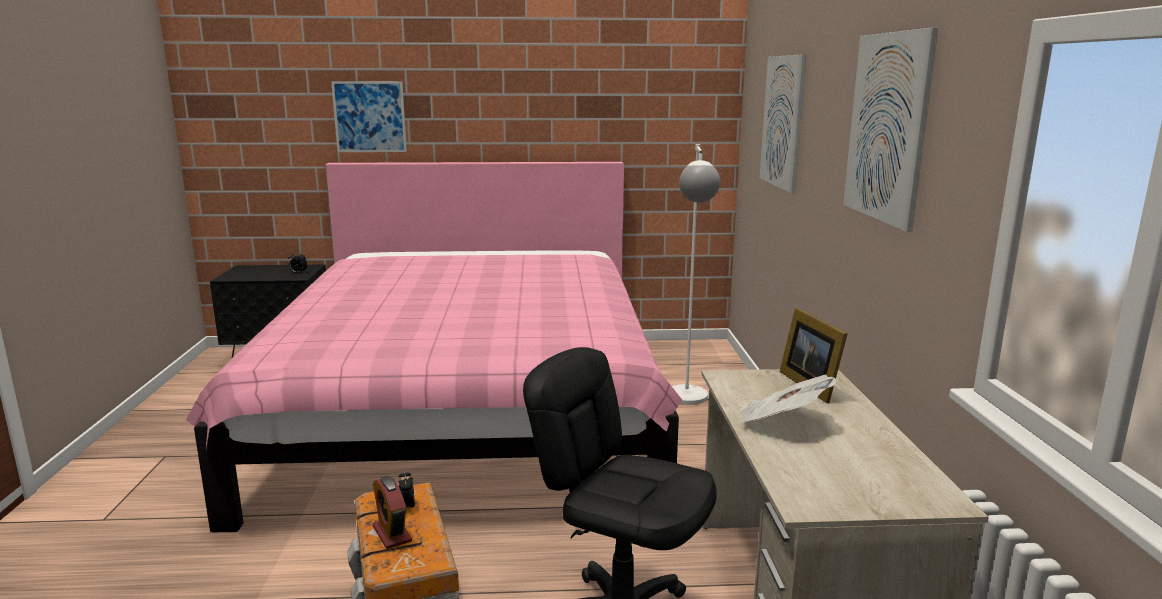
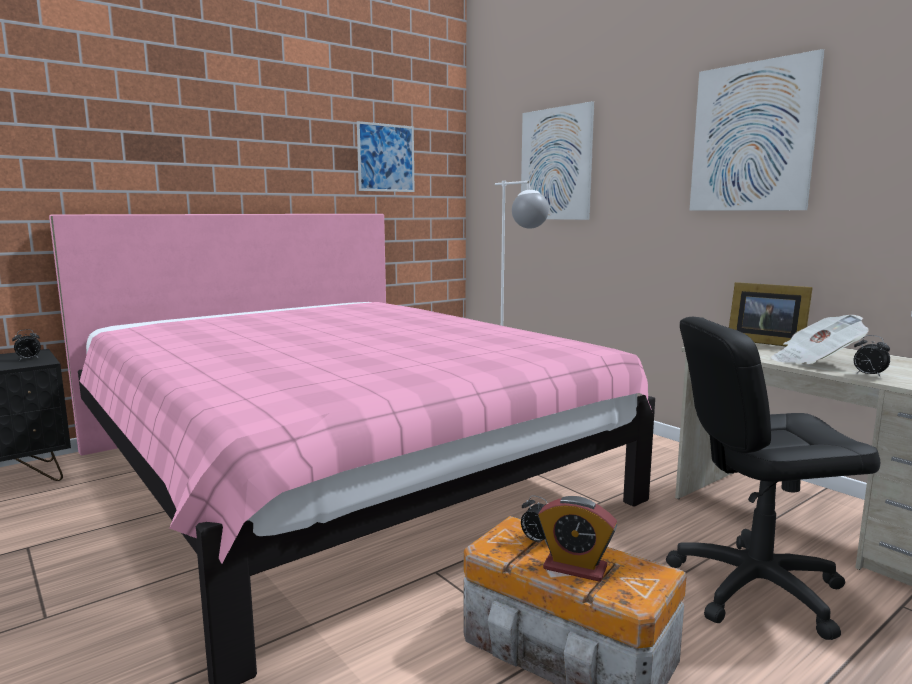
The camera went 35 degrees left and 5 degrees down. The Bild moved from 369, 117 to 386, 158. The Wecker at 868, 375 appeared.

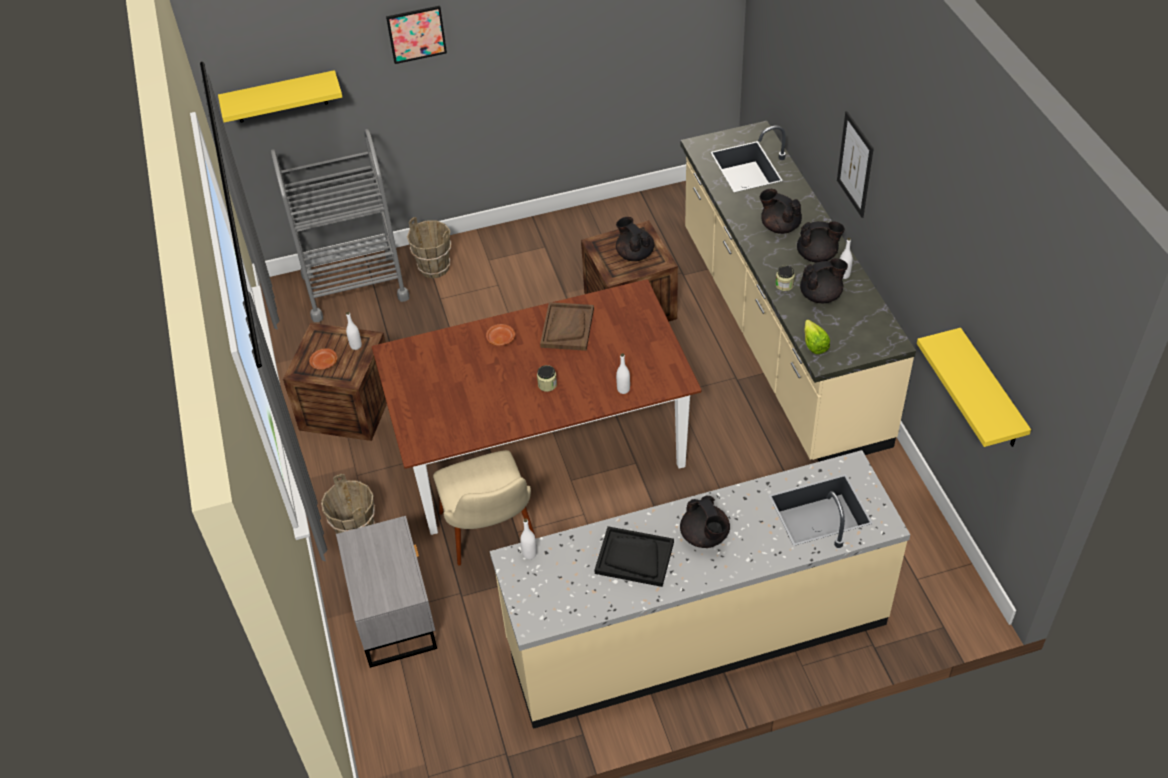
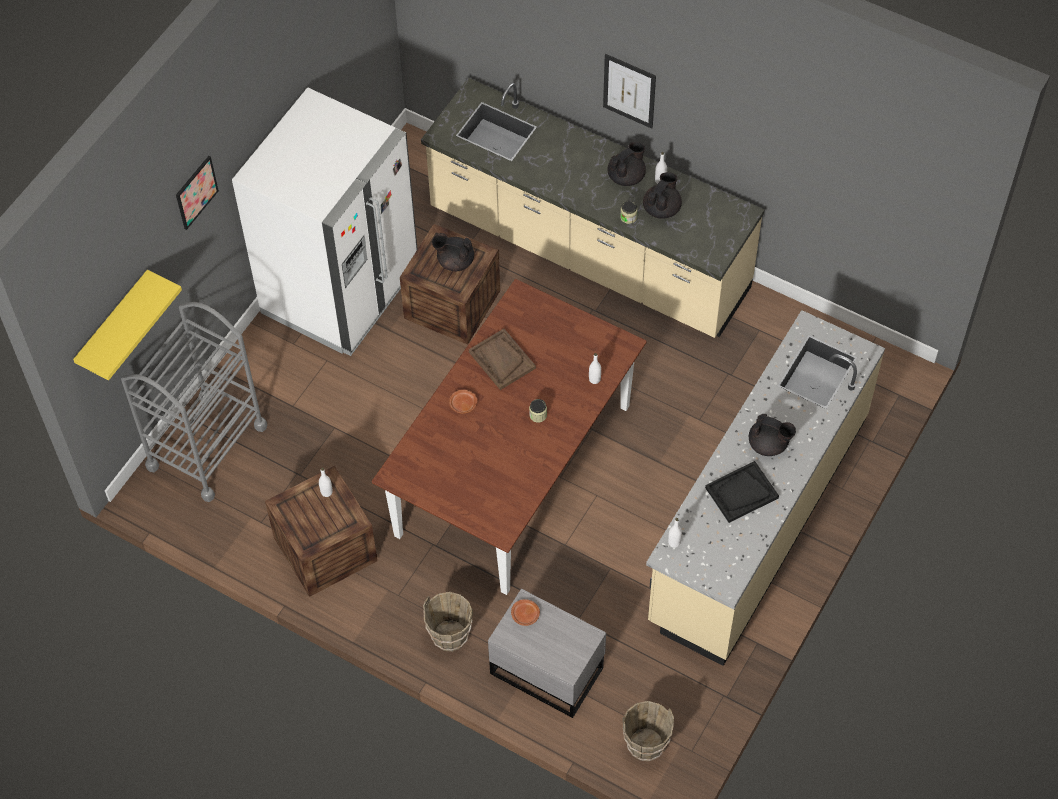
The camera went 45 degrees left and 10 degrees up. The Teekanne (schwarz) at 779, 226 disappeared. The Eimer (braun) moved from 434, 268 to 646, 745. The Salatkopf at 813, 342 disappeared. The Wandregal (gelb) at 990, 391 disappeared. The Teller (braun) moved from 324, 363 to 525, 615. The Stuhl (beige) at 492, 540 disappeared. The Kühlschrank (weiß) at 340, 291 appeared.

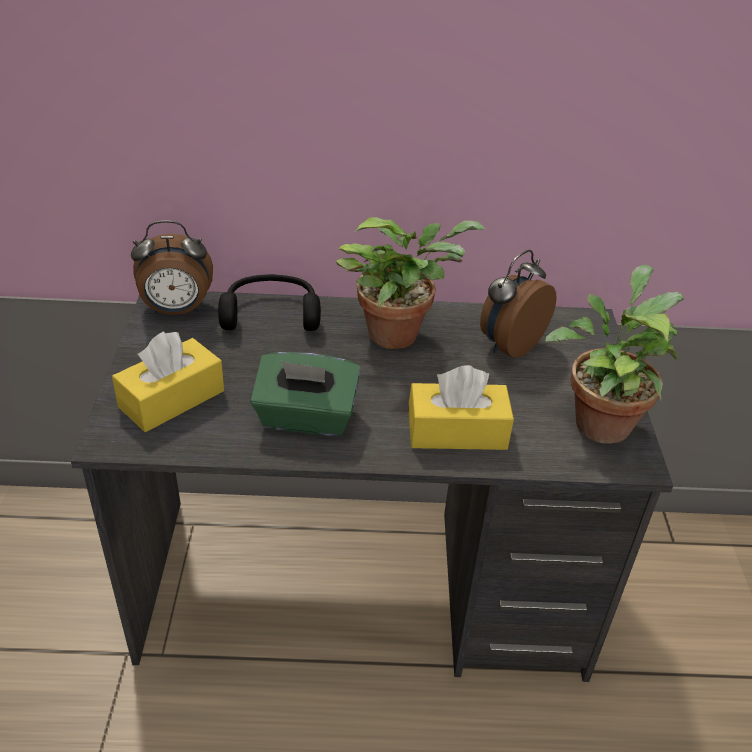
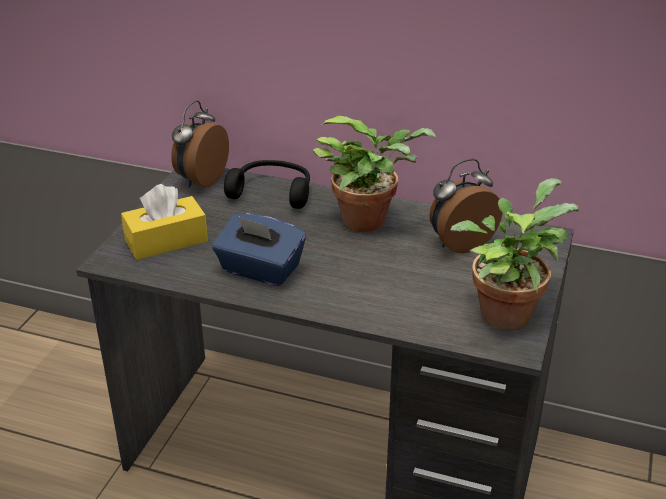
The camera went 20 degrees right and 5 degrees down. The Wecker at 177, 311 turned 105 degrees clockwise. The Taschentuchbox (grün) at 306, 418 became the Taschentuchbox (blau) at 260, 270. The Taschentuchbox (gelb) at 457, 431 disappeared.

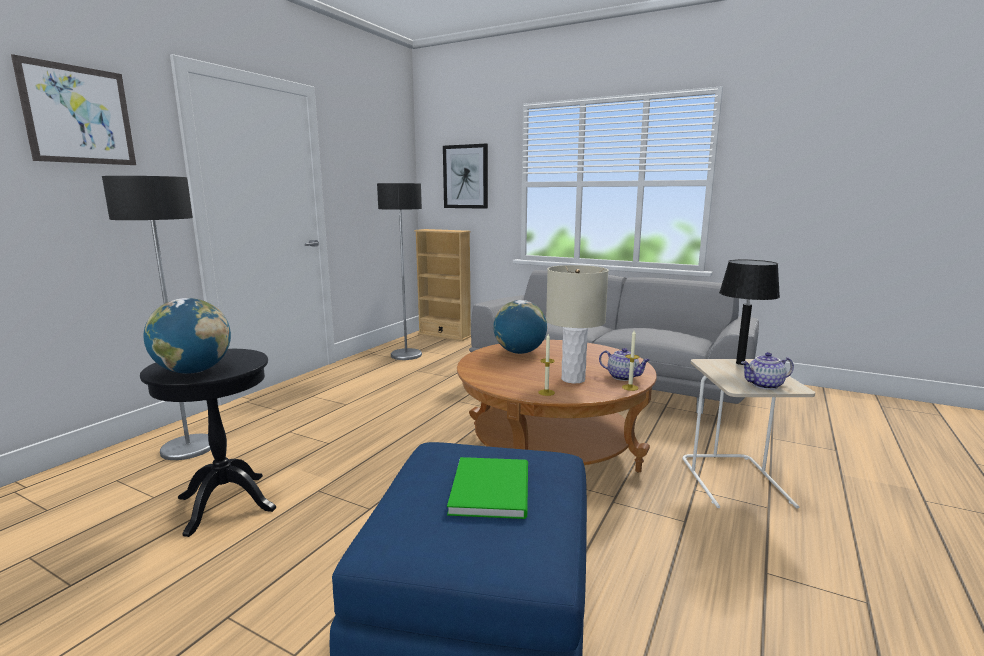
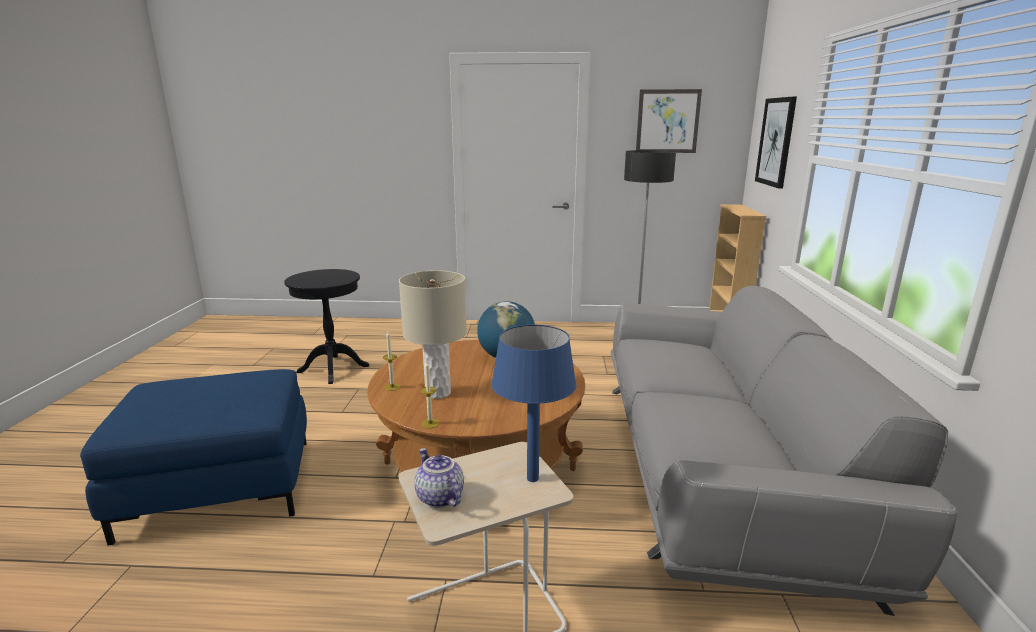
The camera went 65 degrees right and 5 degrees up. The Bild moved from 78, 115 to 668, 121. The Stehlampe at 188, 448 disappeared. The Tischlampe (schwarz) at 739, 363 became the Tischlampe (blau) at 533, 478. The Globus at 193, 371 disappeared. The Teekanne at 623, 377 disappeared. The Buch (grün) at 493, 488 disappeared.

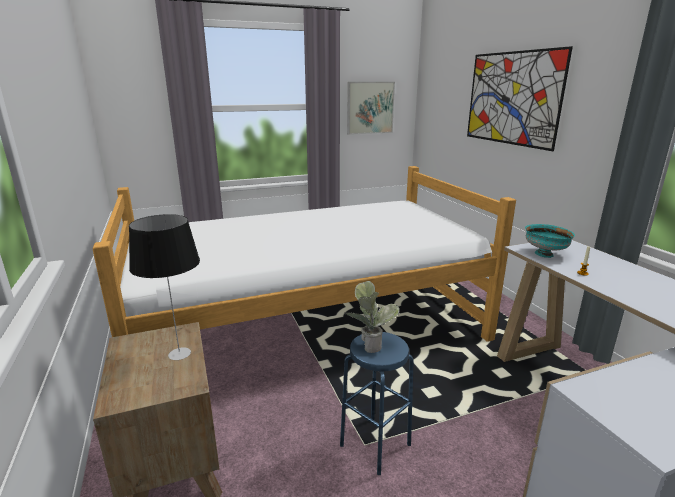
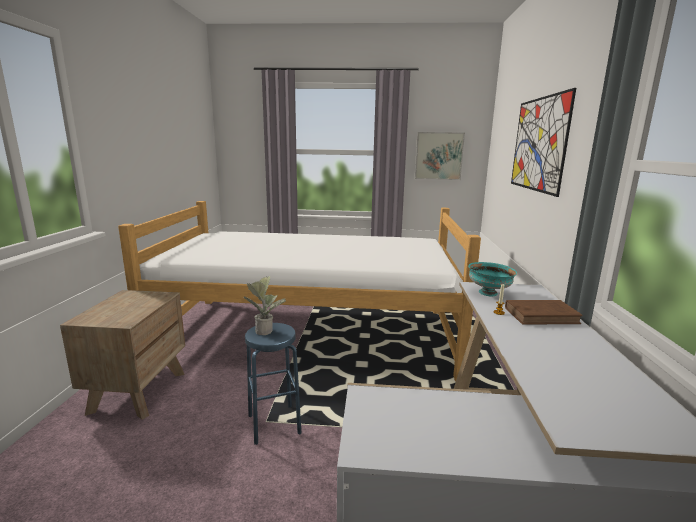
The camera went 25 degrees right and 5 degrees down. The Tischlampe at 180, 353 disappeared. The Buch (braun) at 542, 316 appeared.

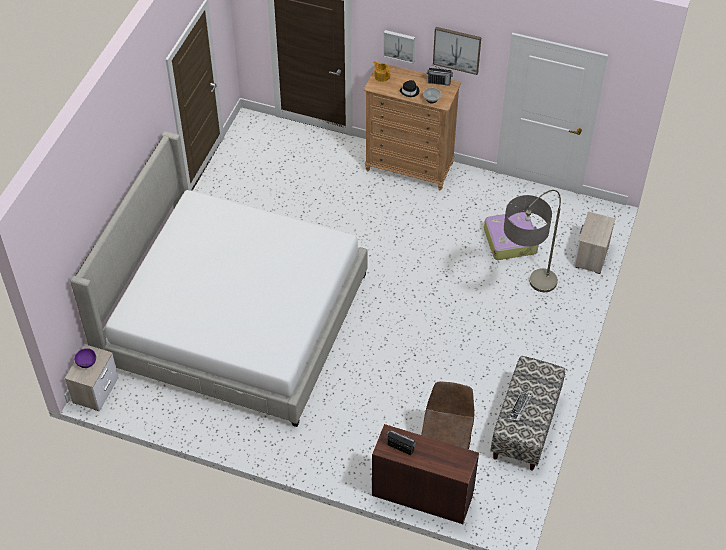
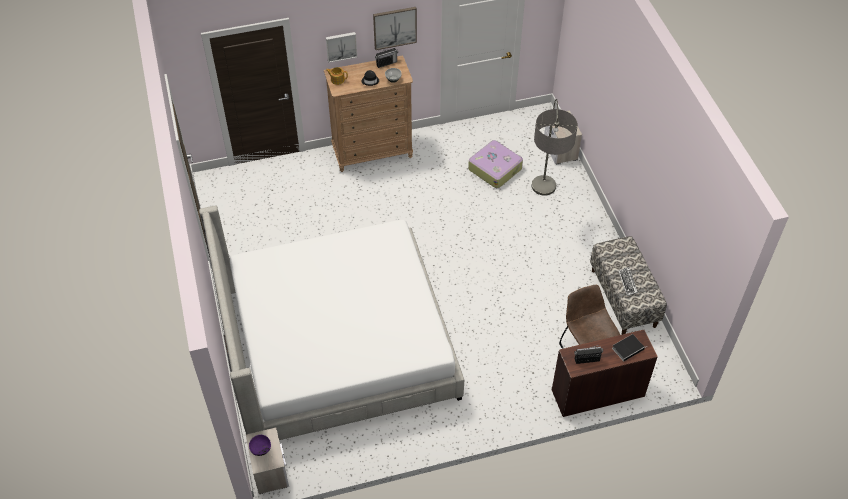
The camera went 35 degrees left and 0 degrees up. The Buch at 628, 348 appeared.

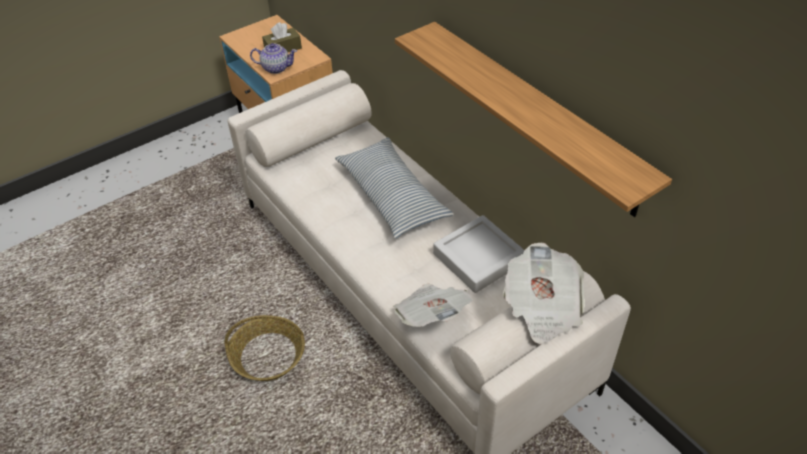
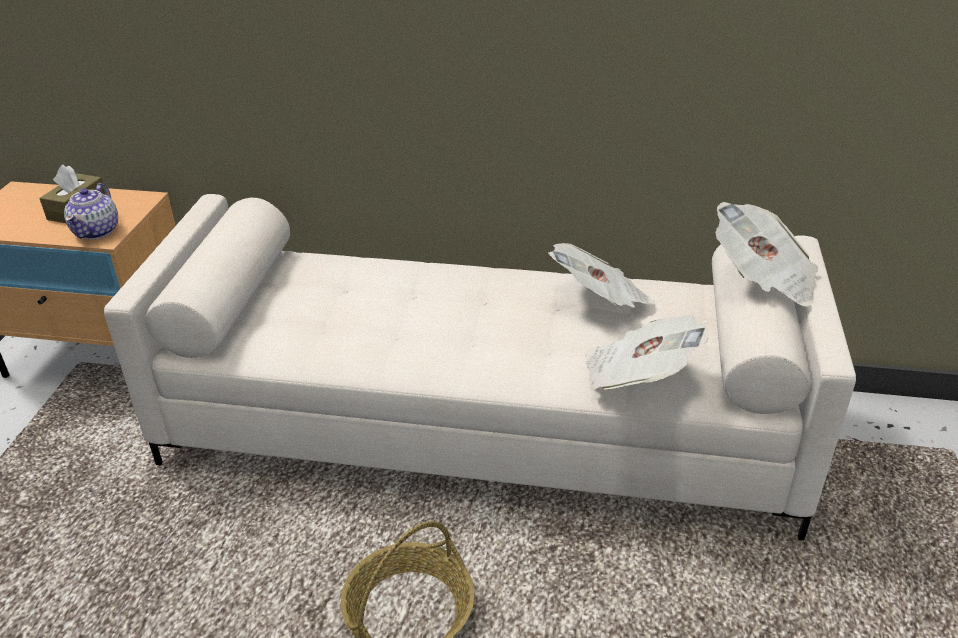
The camera went 45 degrees left and 10 degrees down. The Wandregal at 535, 116 disappeared. The Teekanne at 275, 68 turned 135 degrees clockwise. The Kissen at 392, 196 disappeared. The Tablett (grau) at 478, 258 was replaced by the Zeitung at 600, 300.

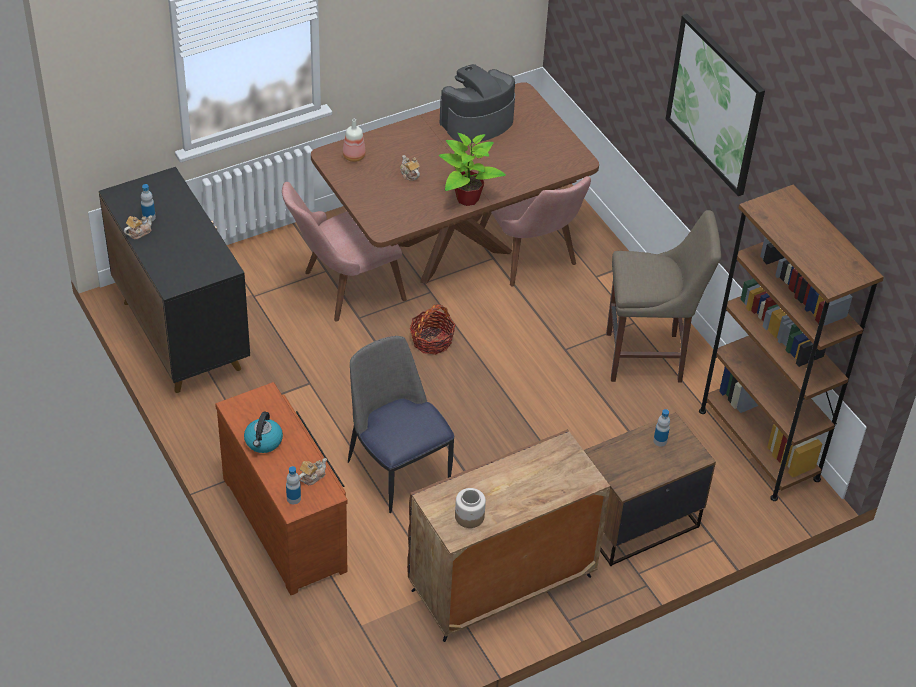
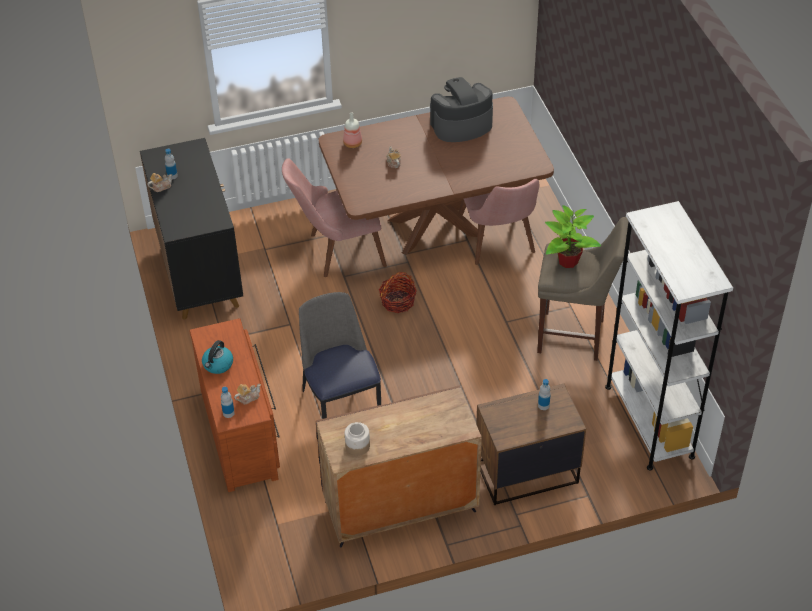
The camera went 15 degrees right and 0 degrees up. The Bild at 715, 104 disappeared. The Topfpflanze moved from 466, 198 to 567, 261. The Bücherregal (braun) at 758, 444 became the Bücherregal (weiß) at 649, 421.

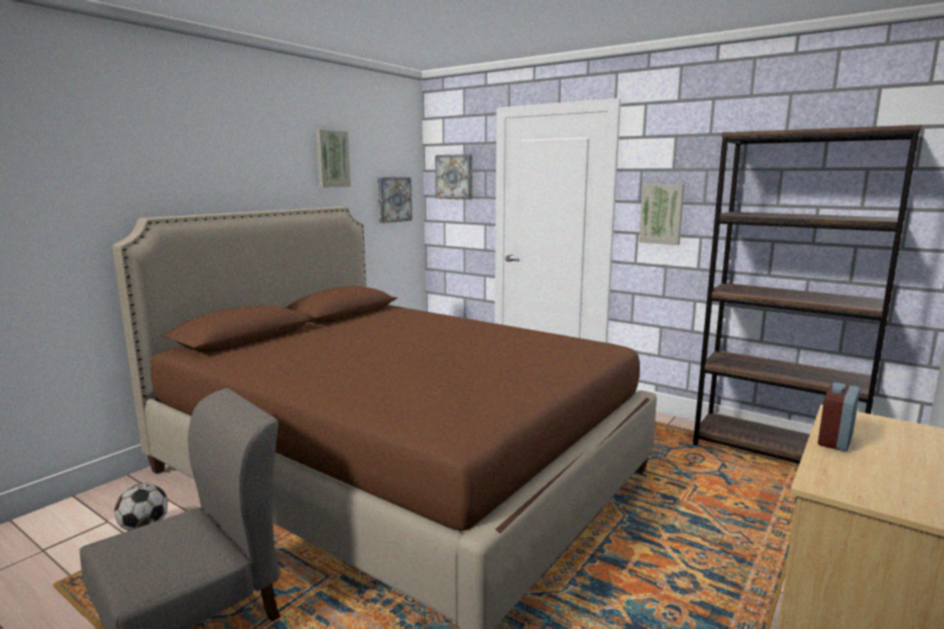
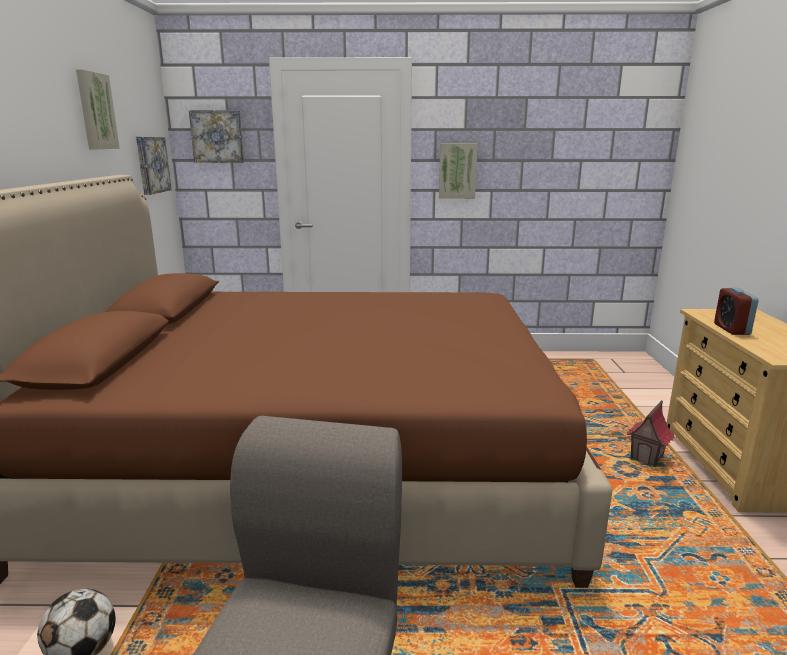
The camera went 35 degrees left and 5 degrees up. The Bücherregal (braun) at 775, 453 disappeared. The Spielzeughaus at 647, 459 appeared.

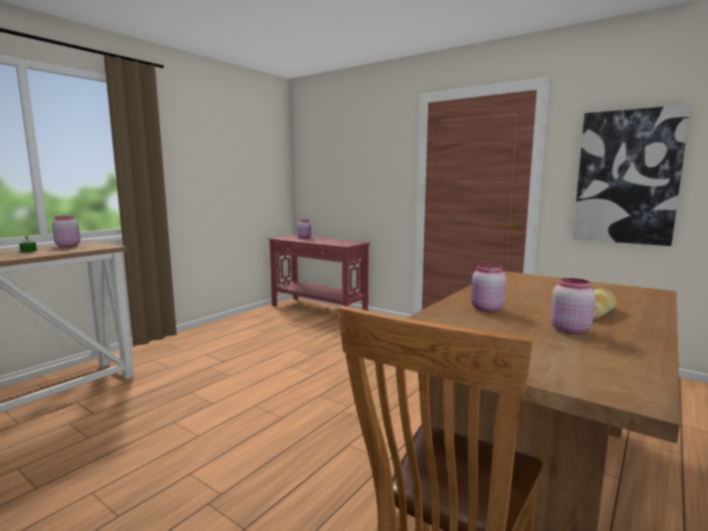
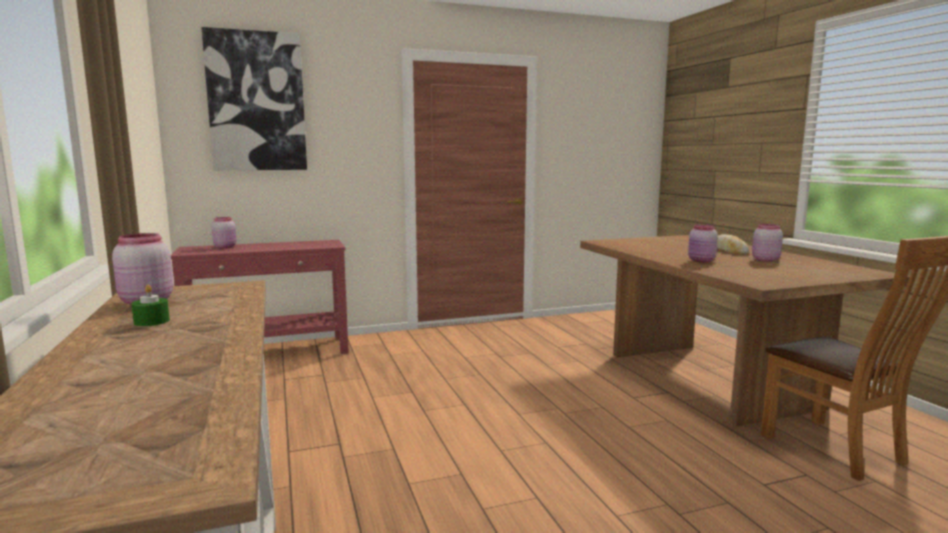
The camera went 55 degrees left and 0 degrees up. The Bild moved from 627, 177 to 256, 102.

